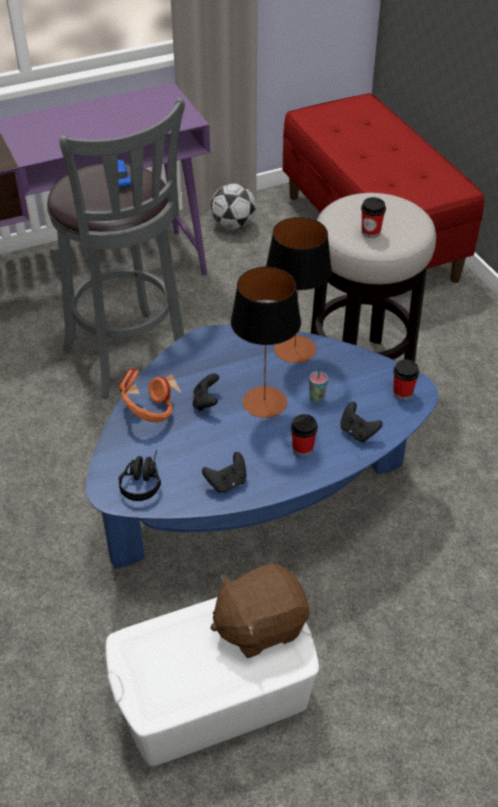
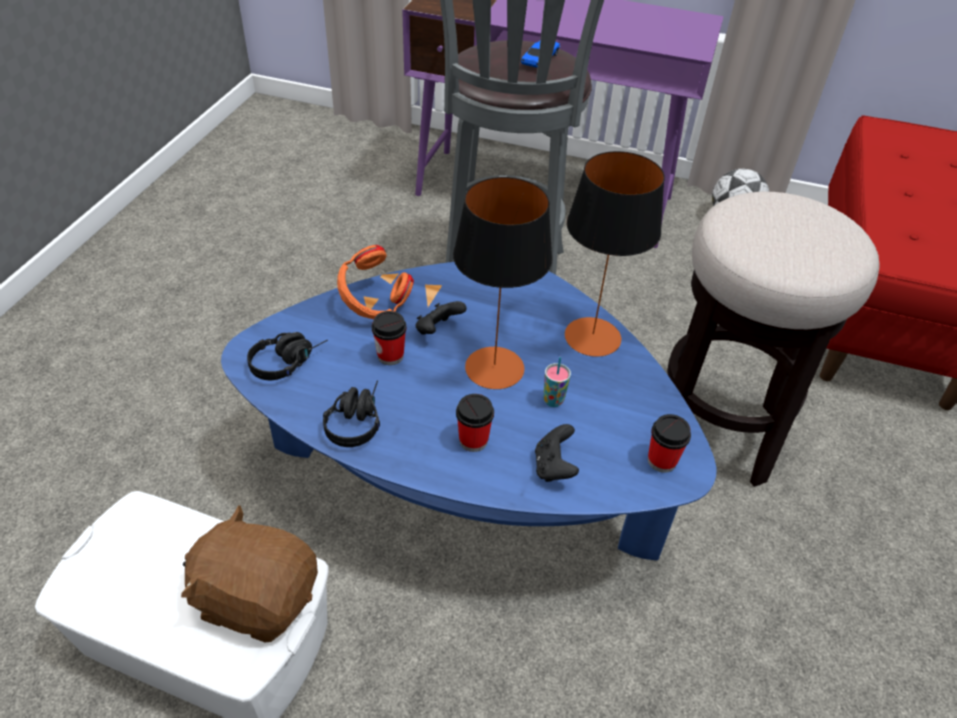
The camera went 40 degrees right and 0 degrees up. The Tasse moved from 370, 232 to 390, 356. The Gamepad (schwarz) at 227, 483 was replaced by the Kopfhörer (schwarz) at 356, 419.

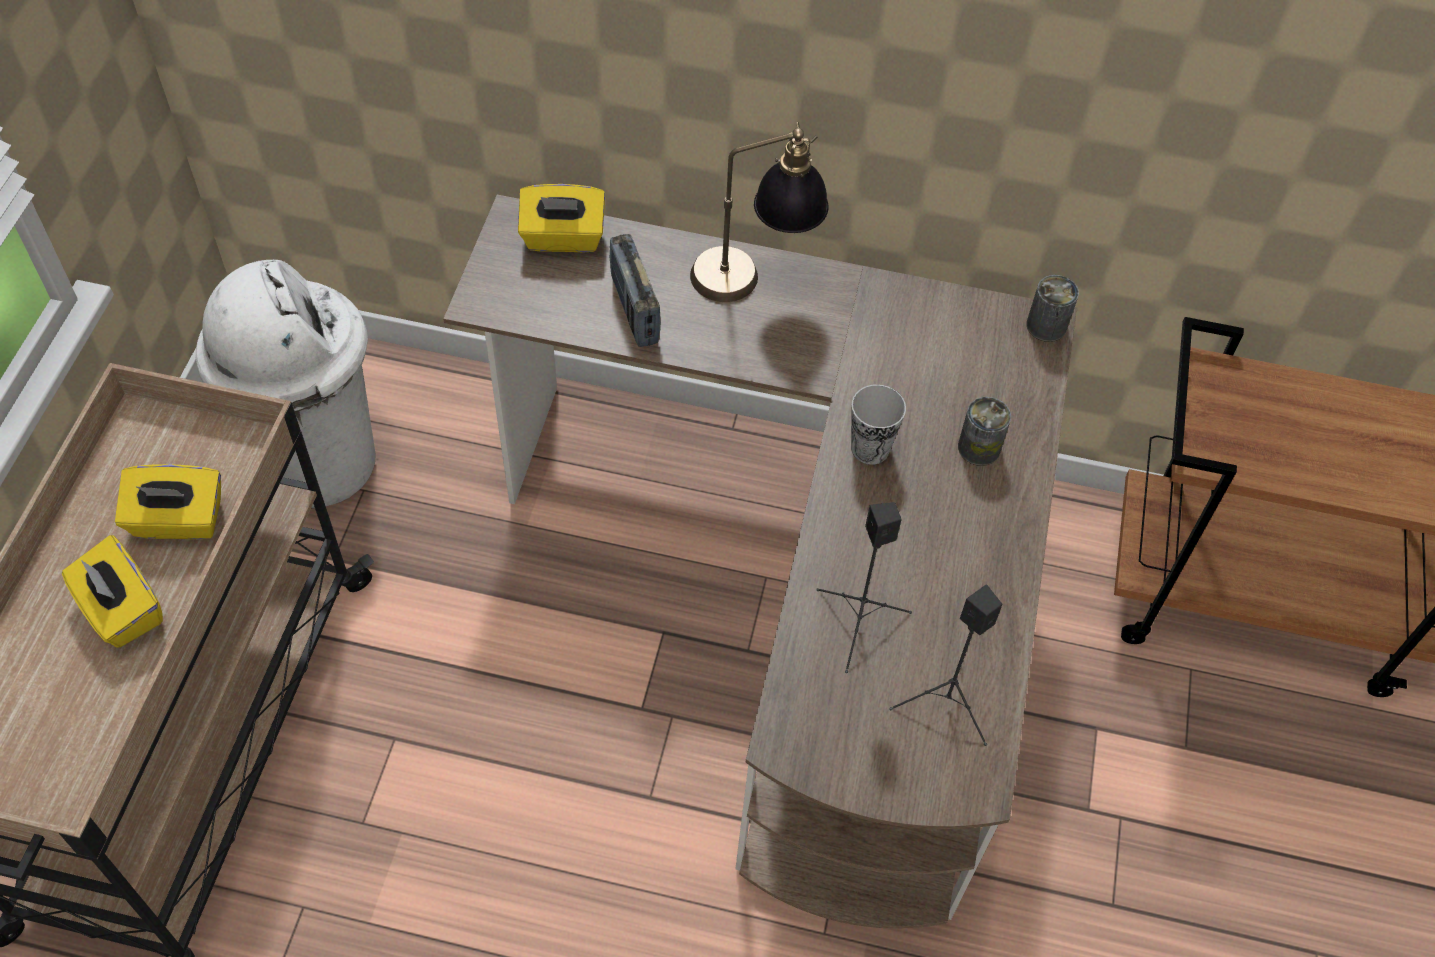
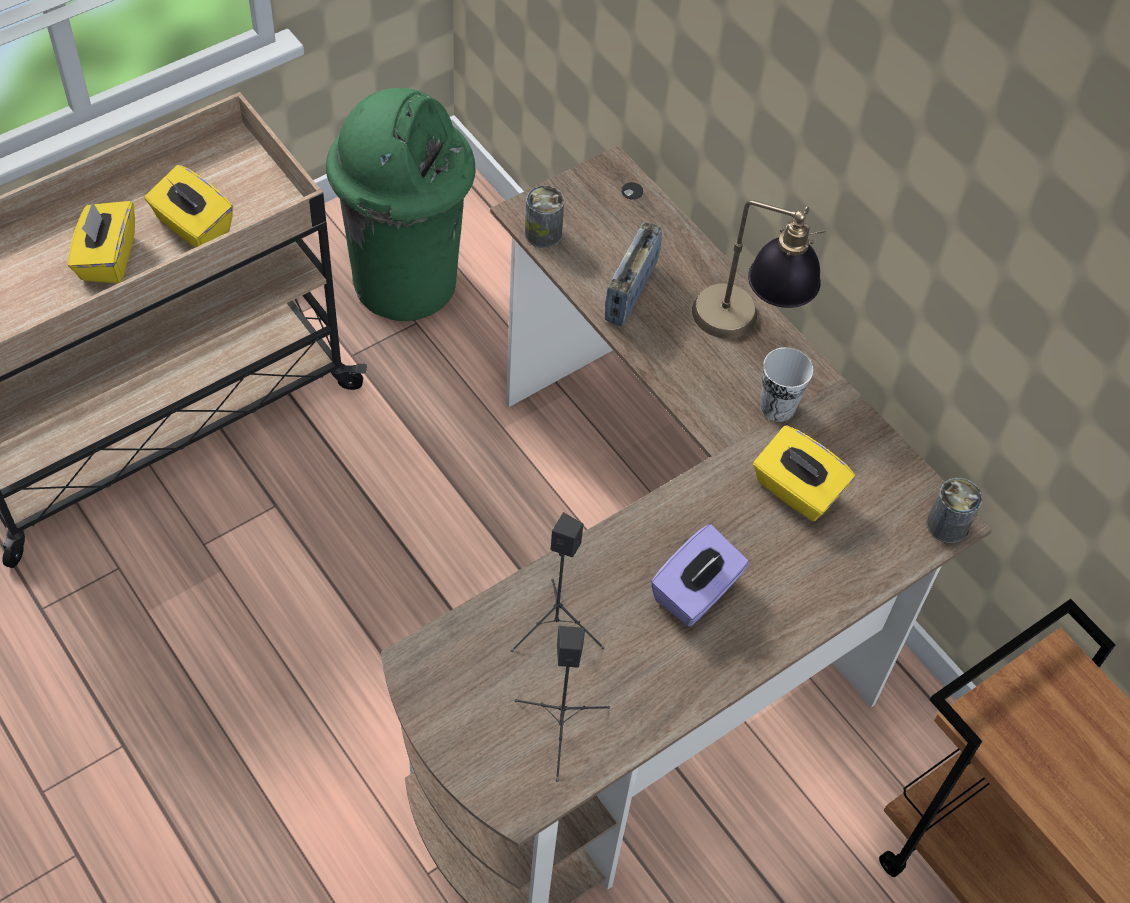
The camera went 40 degrees right and 0 degrees up. The Taschentuchbox (gelb) moved from 563, 238 to 796, 491. The Mülleimer (weiß) at 318, 459 became the Mülleimer (grün) at 406, 280. The Tasse moved from 870, 448 to 777, 407. The Dose moved from 979, 448 to 543, 233. The Taschentuchbox (lila) at 696, 592 appeared.

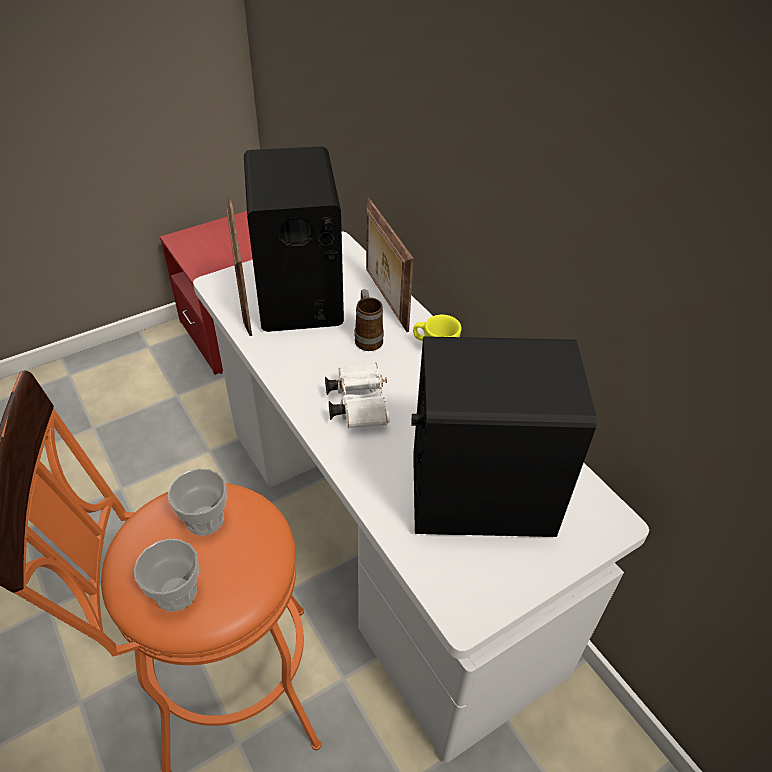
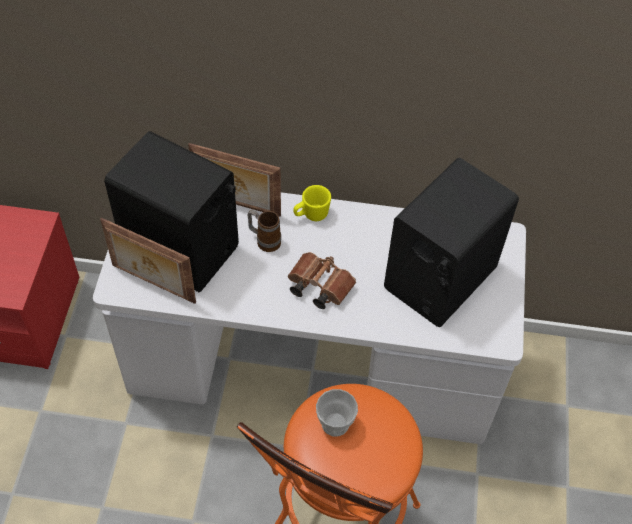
The camera went 50 degrees left and 10 degrees up. The Fernglas (weiß) at 357, 403 became the Fernglas (braun) at 317, 286. The Tasse at 176, 593 disappeared.

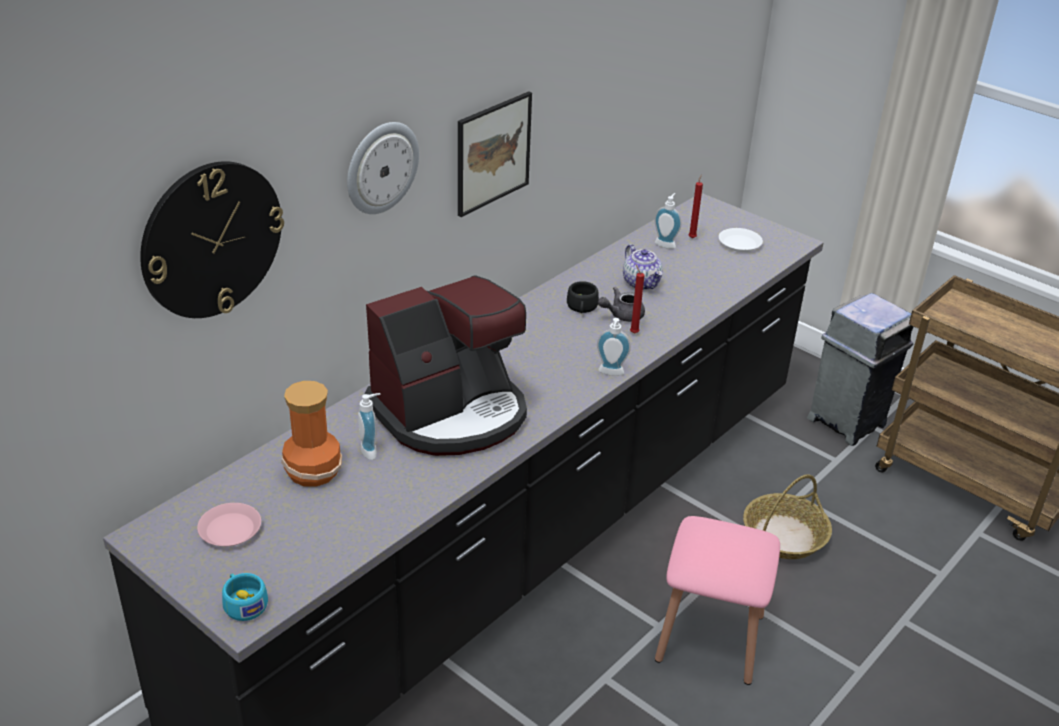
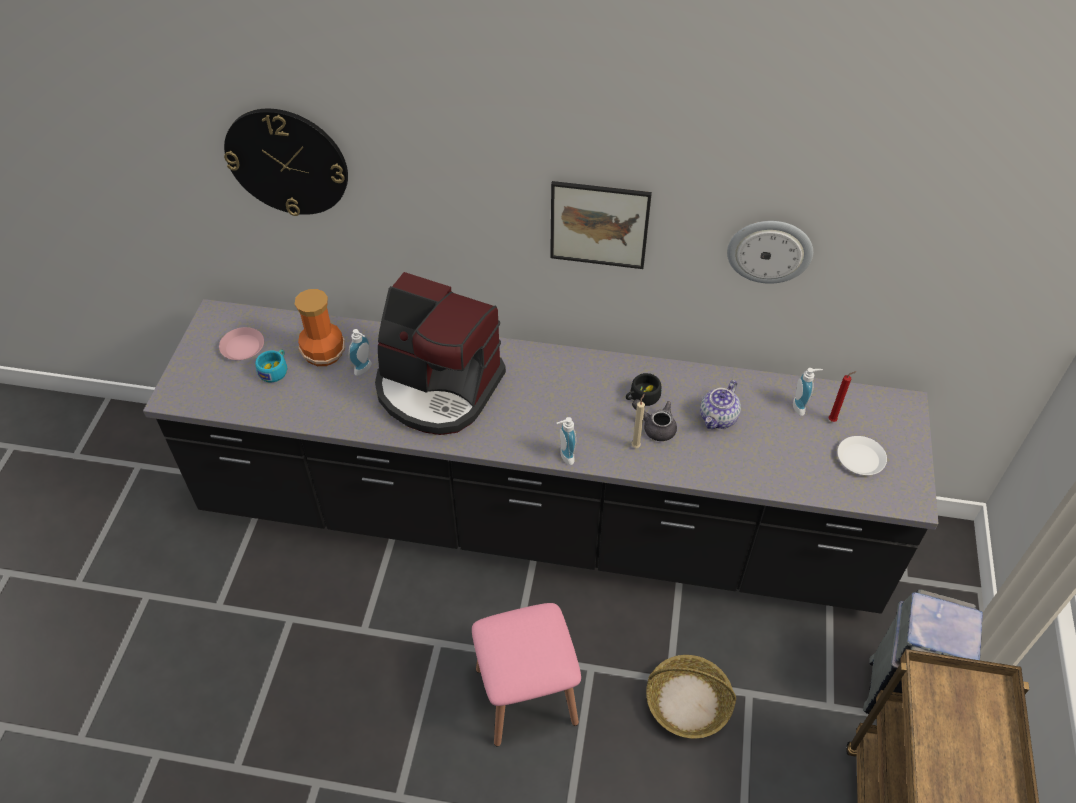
The camera went 60 degrees right and 15 degrees up. The Wanduhr moved from 381, 167 to 769, 250. The Kerze (rot) at 633, 332 became the Kerze (beige) at 636, 445. The Tasse (türkis) moved from 243, 603 to 275, 370.

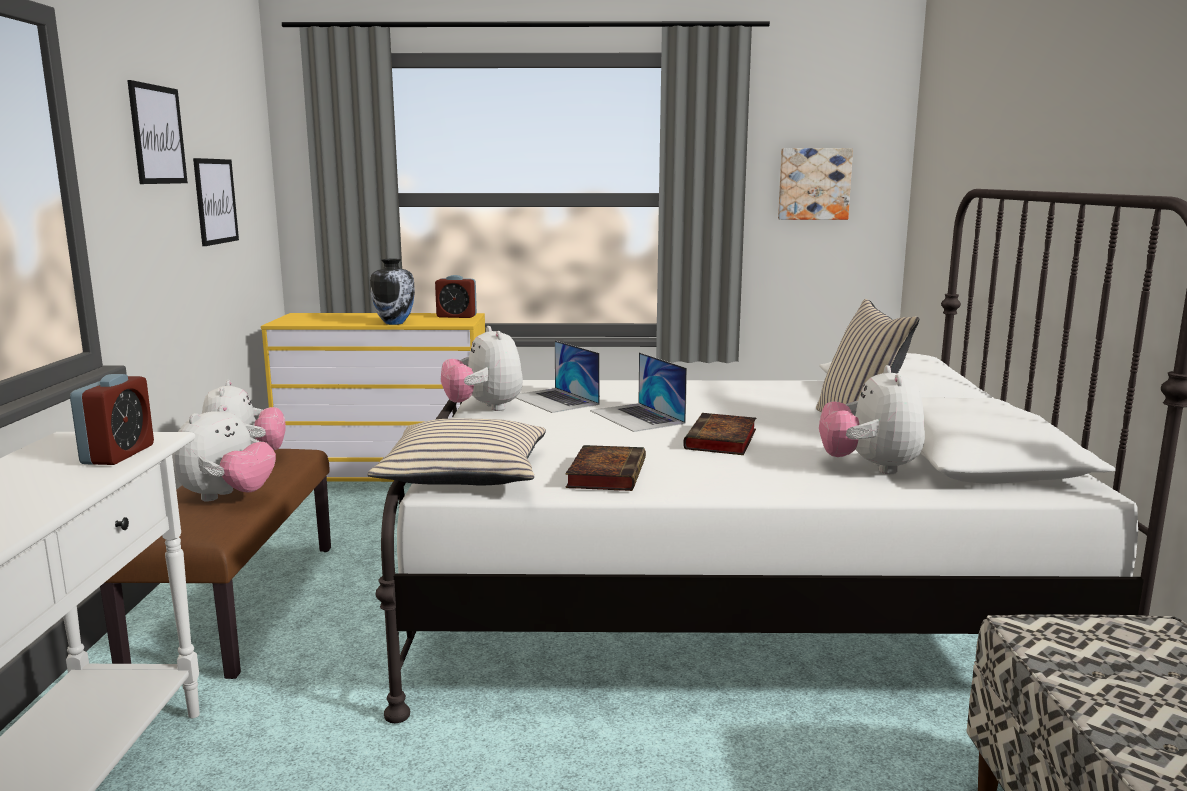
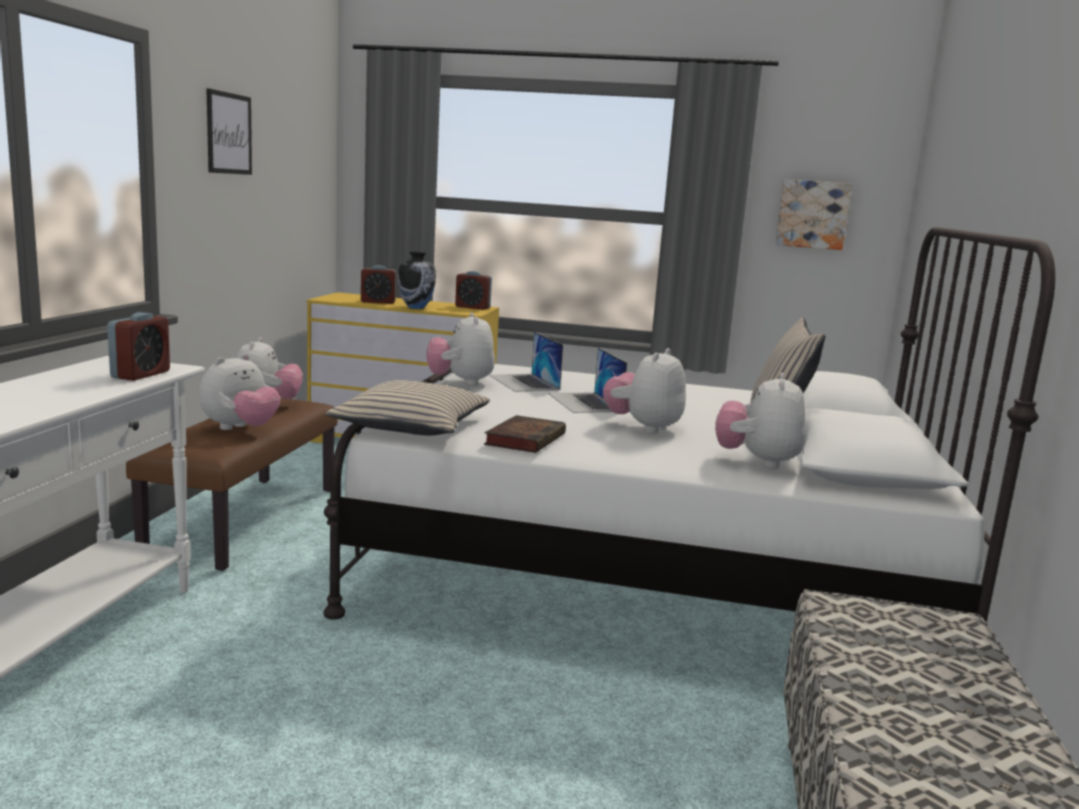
The camera went 10 degrees right and 0 degrees up. The Bild at 215, 201 disappeared. The Buch at 721, 441 was replaced by the Plüschtier at 643, 427. The Wecker at 378, 302 appeared.

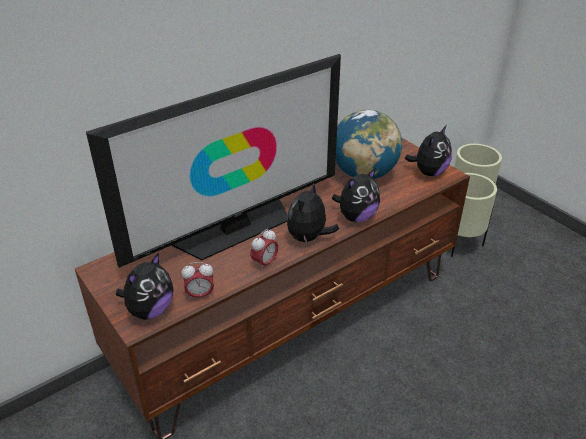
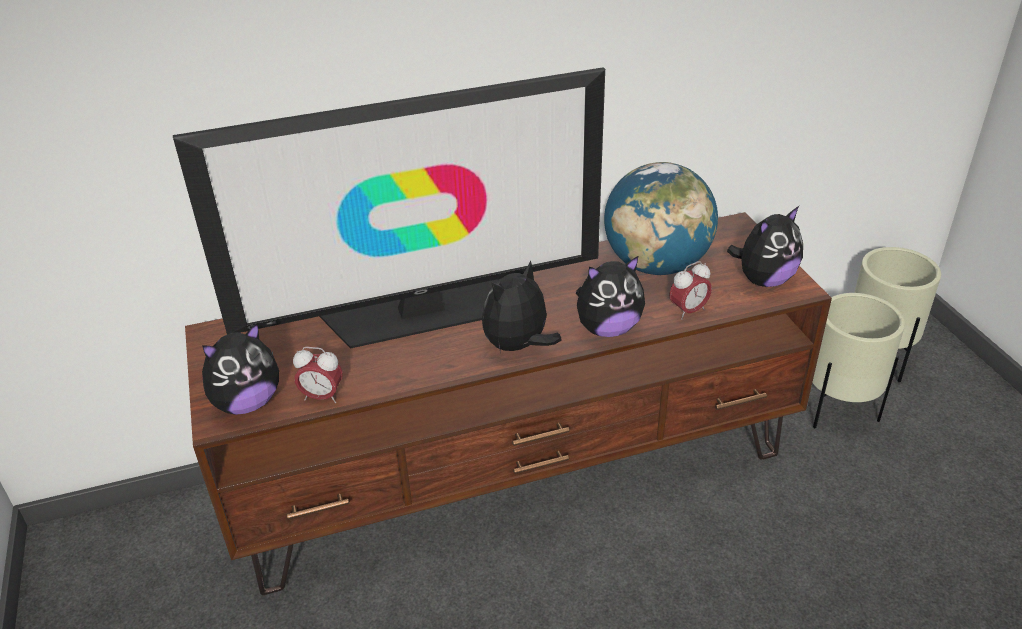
The camera went 20 degrees right and 0 degrees up. The Wecker moved from 265, 263 to 688, 311.

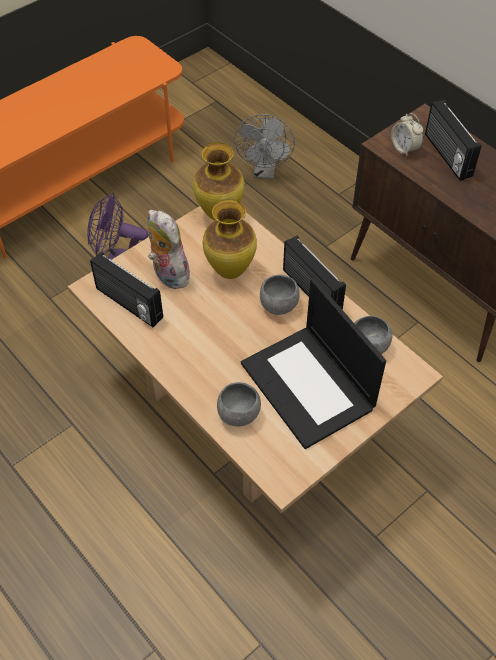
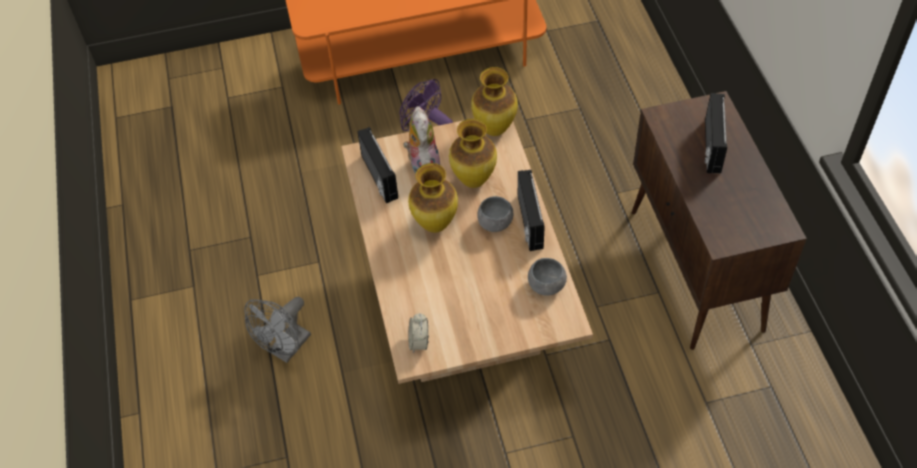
The camera went 30 degrees right and 0 degrees up. The Wecker moved from 404, 148 to 419, 342. The Ventilator (grau) moved from 265, 172 to 286, 349. The Laptop at 309, 386 disappeared. The Schüssel (grau) at 239, 414 disappeared. The Vase at 435, 225 appeared.

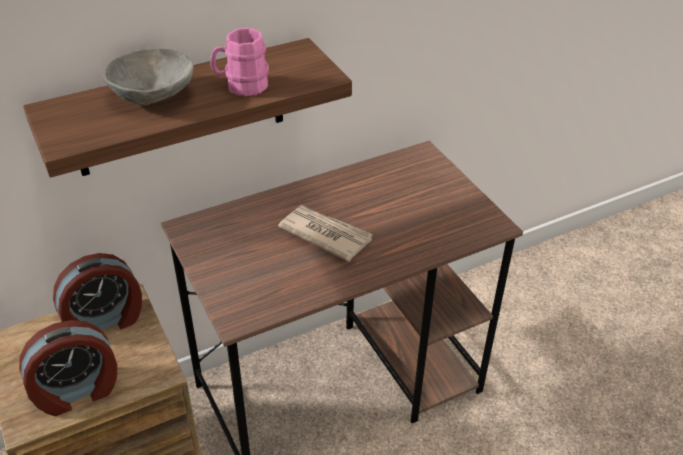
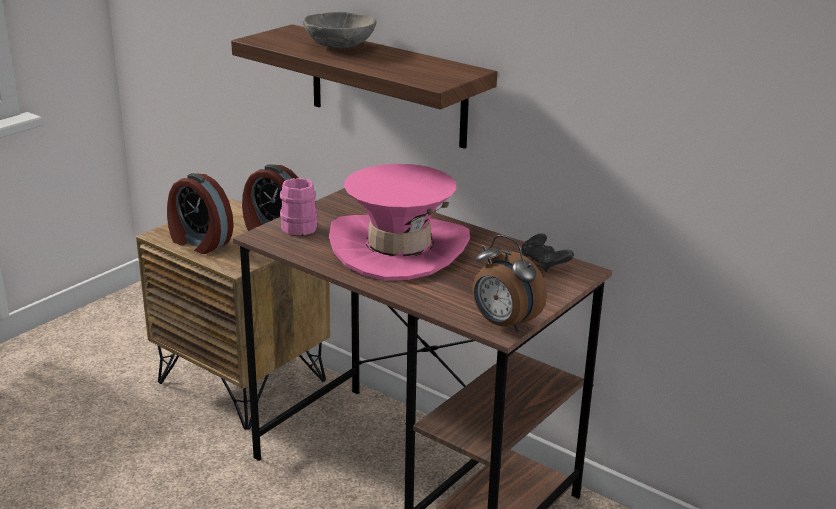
The camera went 65 degrees right and 15 degrees down. The Henkelbecher (rosa) moved from 241, 86 to 296, 226. The Zeitung at 325, 234 was replaced by the Hut (rosa) at 399, 248. The Gamepad (schwarz) at 544, 263 appeared. The Wecker at 503, 324 appeared.

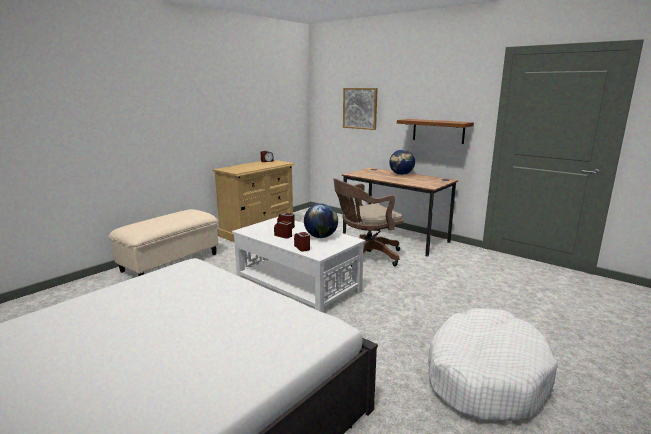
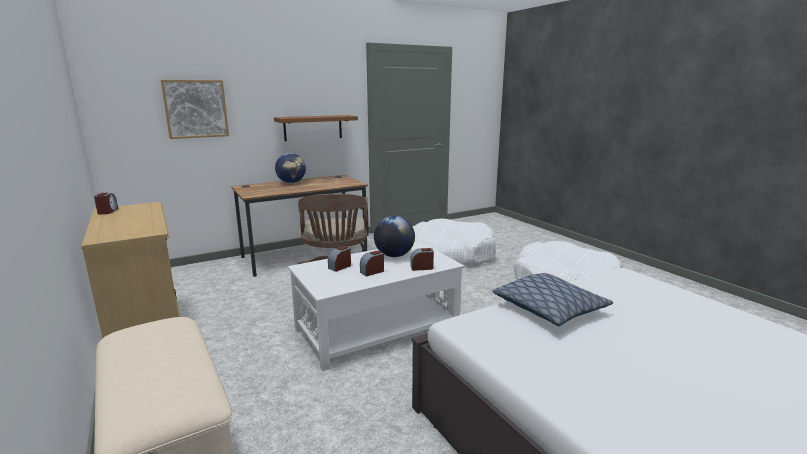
The camera went 70 degrees left and 0 degrees up. The Hundebett (weiß) at 451, 254 appeared. The Kissen at 550, 309 appeared.

